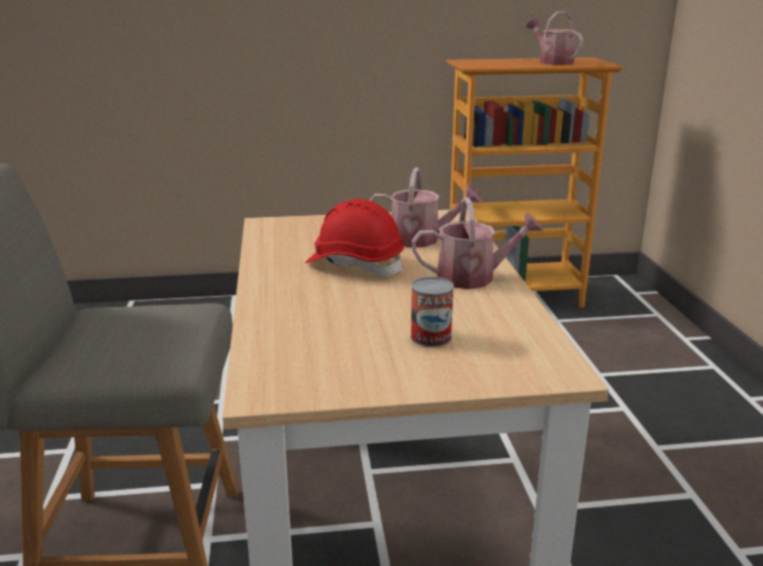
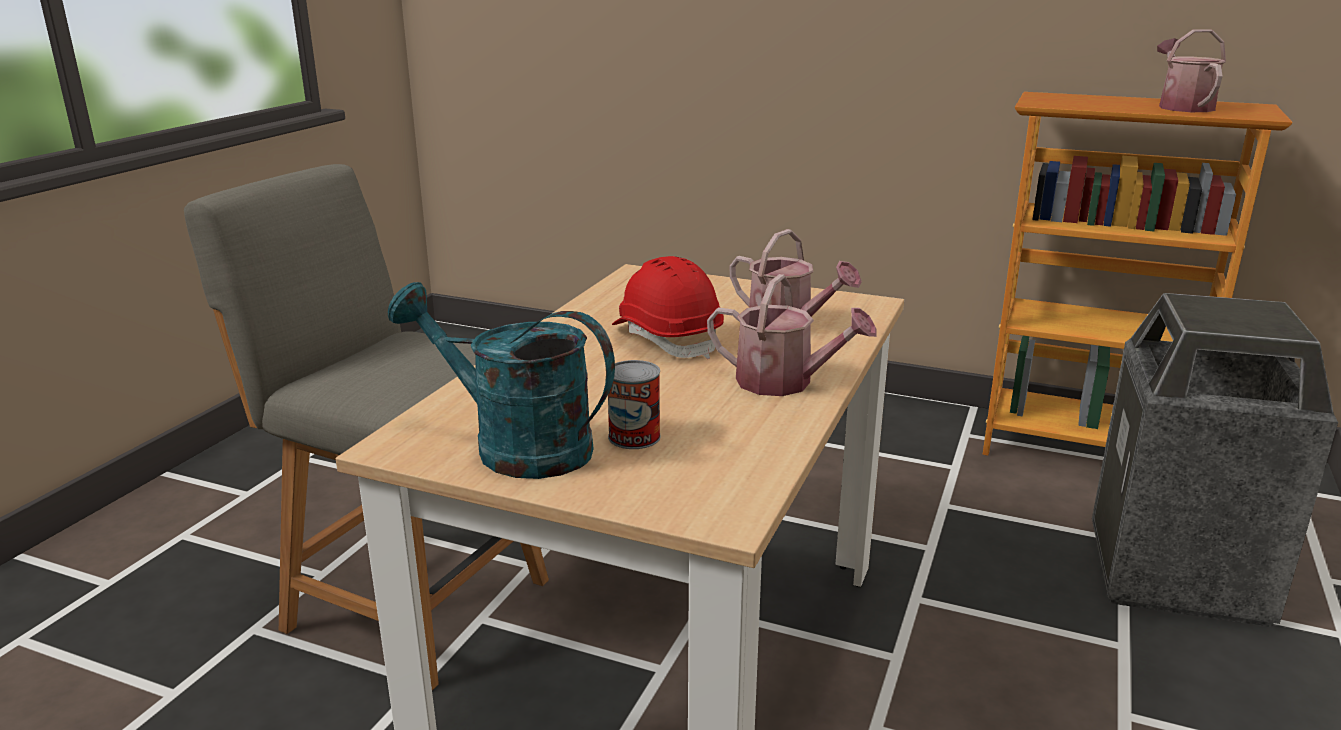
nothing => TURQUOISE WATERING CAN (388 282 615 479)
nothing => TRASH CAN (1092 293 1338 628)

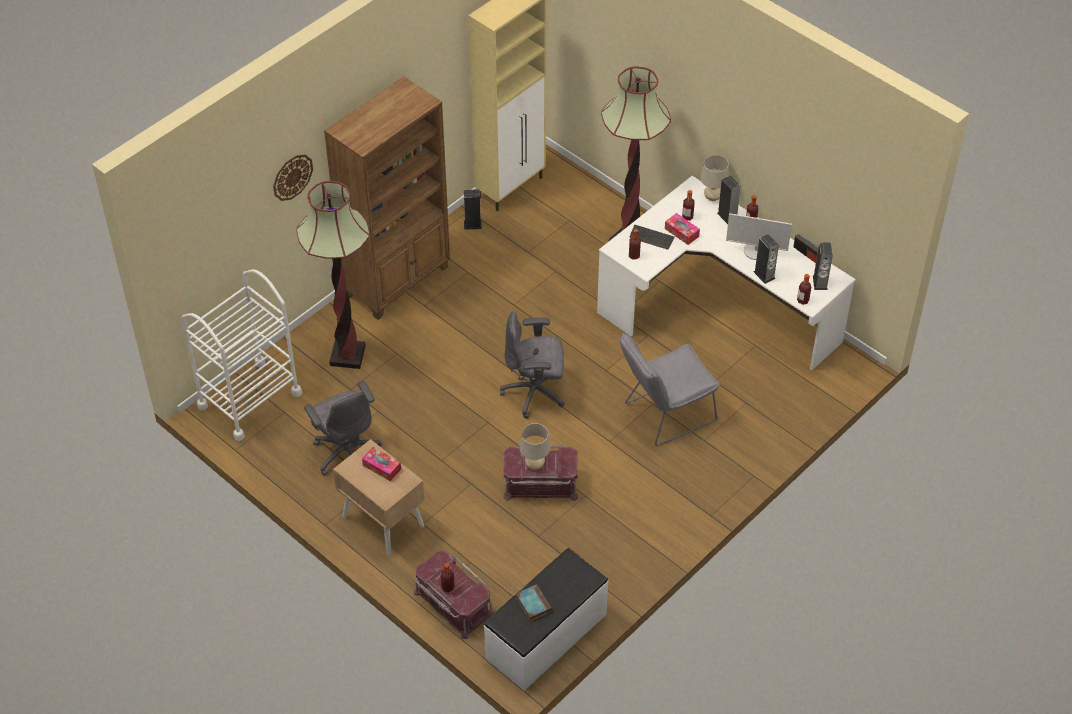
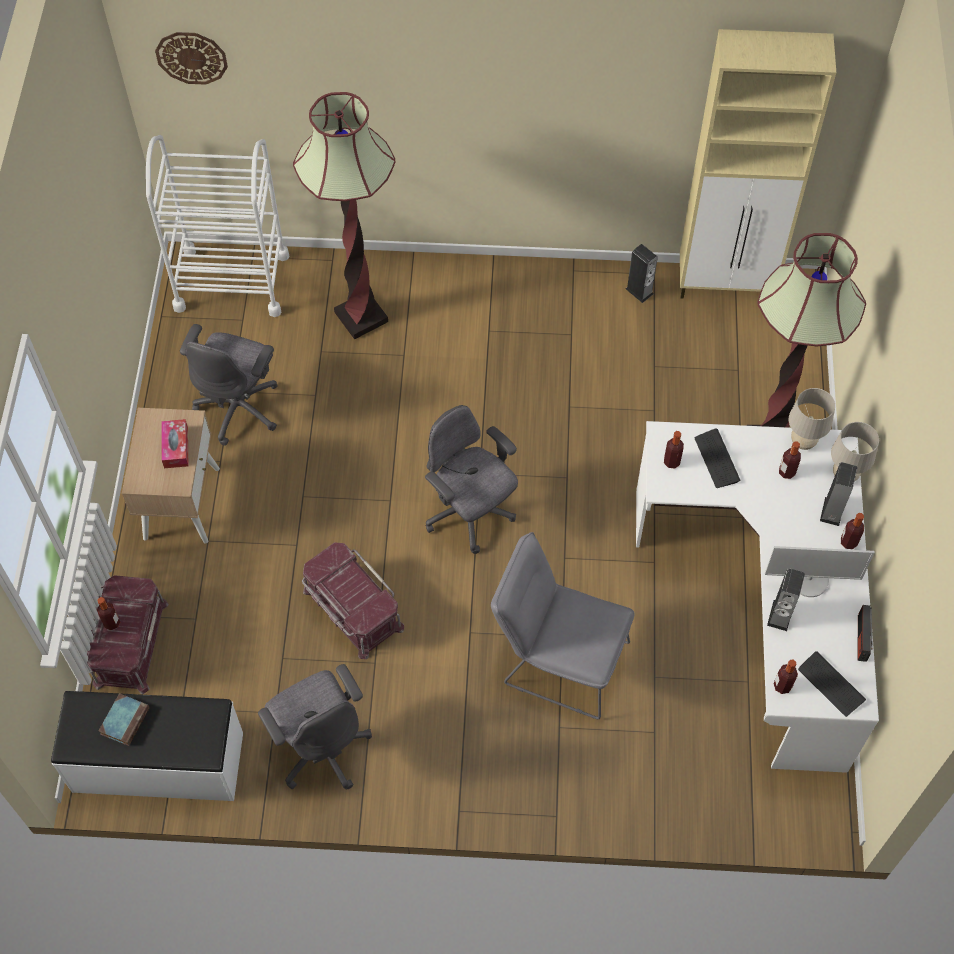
WALL CLOCK (273 155 313 201) => WALL CLOCK (155 32 228 85), move
BROWN BOOKCASE (324 76 450 320) => nothing
BEIGE TABLE LAMP (520 423 550 470) => BEIGE TABLE LAMP (789 388 835 450), move
TISSUE BOX (665 213 700 245) => nothing
MONITOR (726 213 792 260) => MONITOR (765 546 875 597), 60 degrees counterclockwise
SPEAKER (813 242 832 290) => KEYBOARD (798 651 866 717)
nothing => GREY OFFICE CHAIR (258 664 372 790)

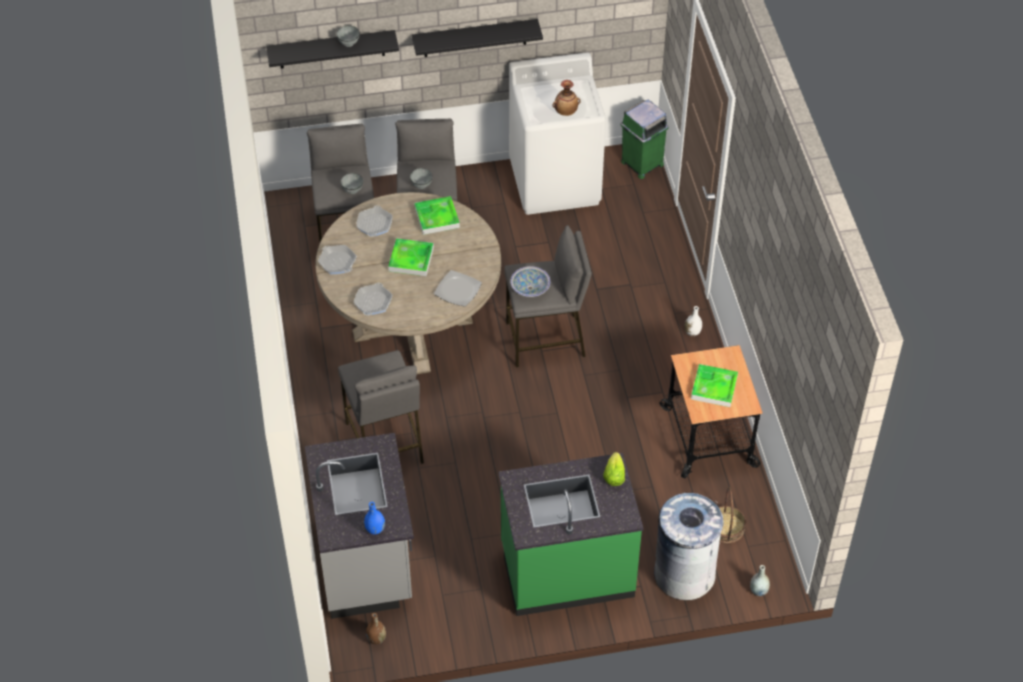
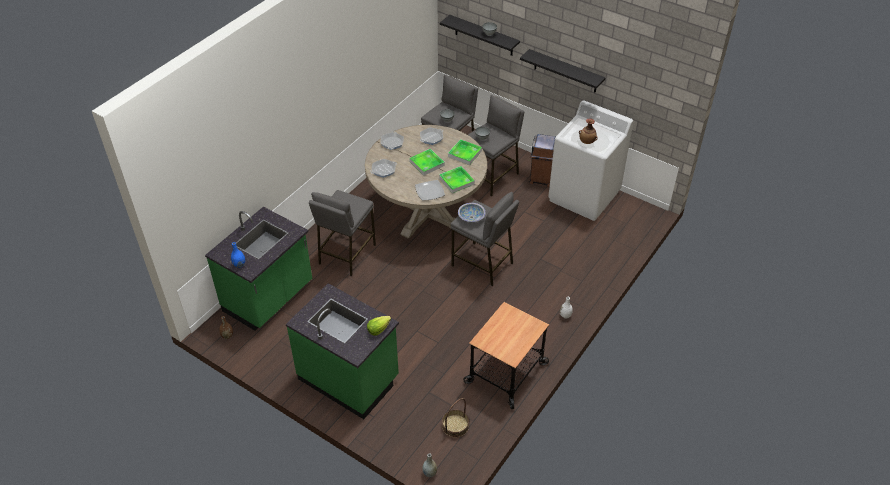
GREY COUNTER (305 433 414 619) => GREEN COUNTER (205 207 312 331)
GREEN TRASH CAN (620 100 669 179) => nothing
GREY TRASH CAN (654 493 723 600) => nothing
TRAY (691 364 738 407) => TRAY (439 166 475 193), move
nothing => BROWN TRASH CAN (530 134 555 187)

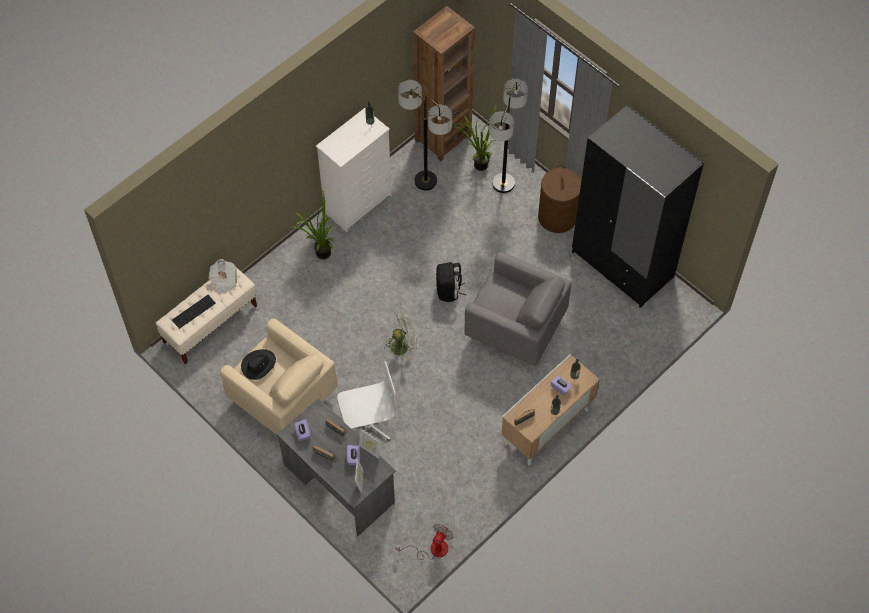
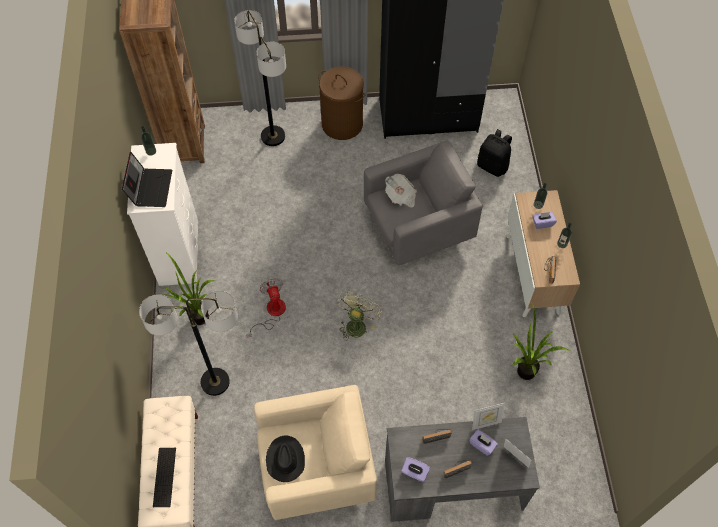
NEWSPAPER (209 259 237 295) => NEWSPAPER (385 174 417 208), move
WHITE OFFICE CHAIR (337 361 398 441) => nothing
FAN (395 524 453 560) => FAN (246 278 286 338), move
FLOOR LAMP (398 80 452 190) => FLOOR LAMP (139 291 238 396), move
BLACK BACKPACK (436 262 466 302) => BLACK BACKPACK (477 129 512 177), move
POTTED PLANT (456 105 496 171) => POTTED PLANT (512 302 570 380), move
nothing => LAPTOP (122 152 172 207)

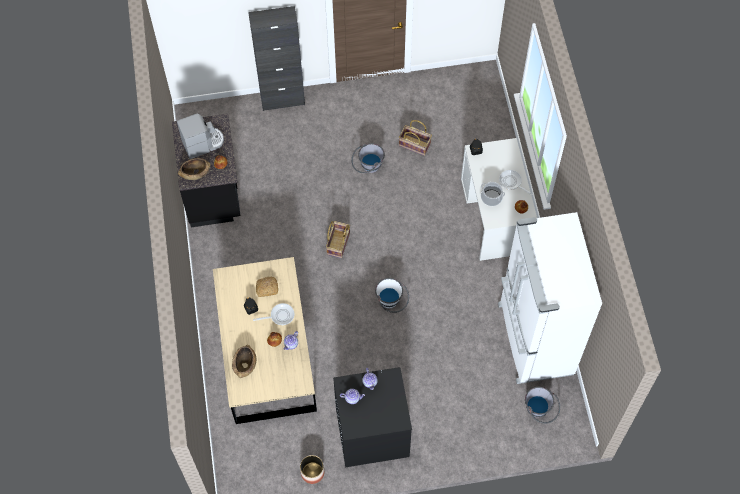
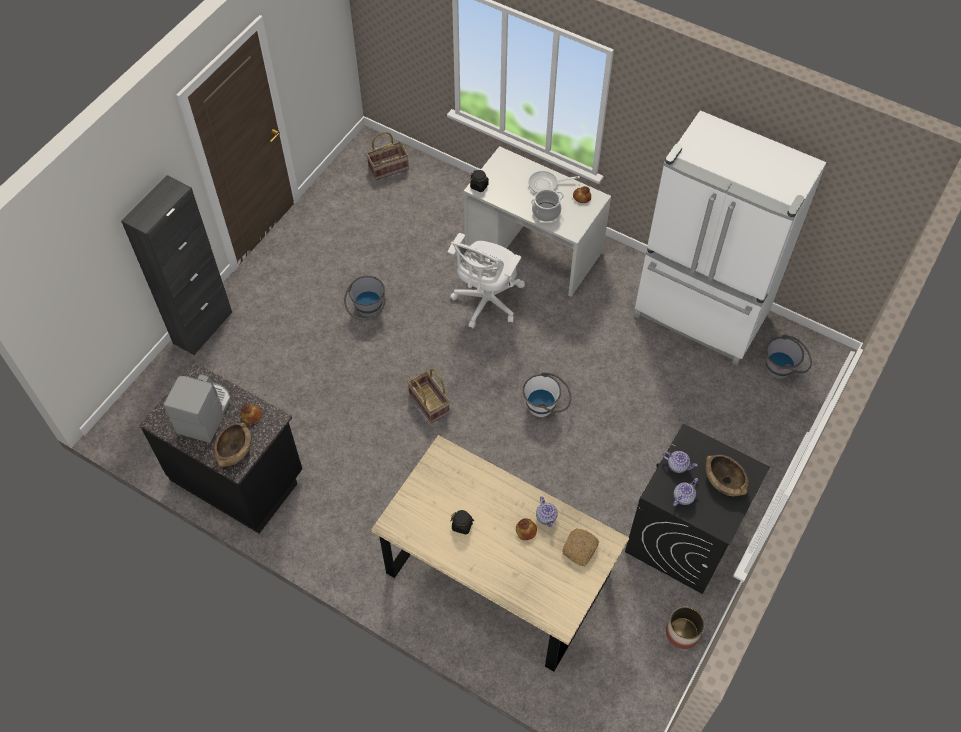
BROWN BOWL (232 345 256 378) => BROWN BOWL (706 455 749 496), move
FRYING PAN (253 303 294 325) => nothing
BREAD (256 276 278 297) => BREAD (562 528 599 566), move
BASKET (399 120 432 156) => BASKET (366 132 409 181), move
nothing => WHITE OFFICE CHAIR (448 233 525 328)

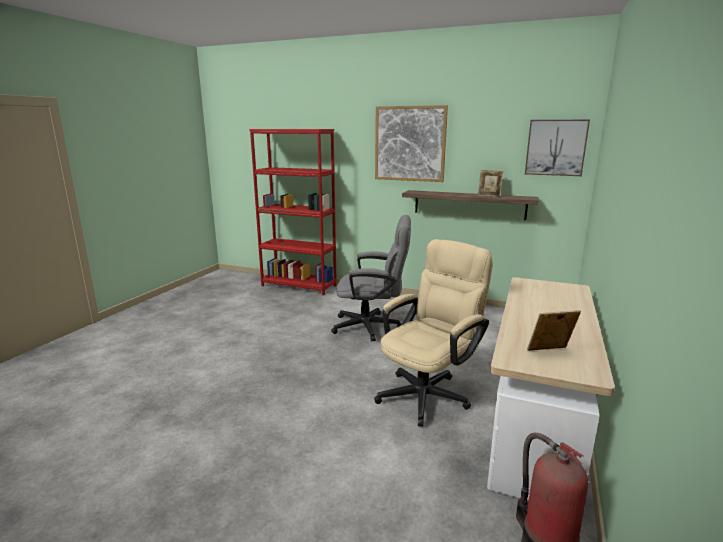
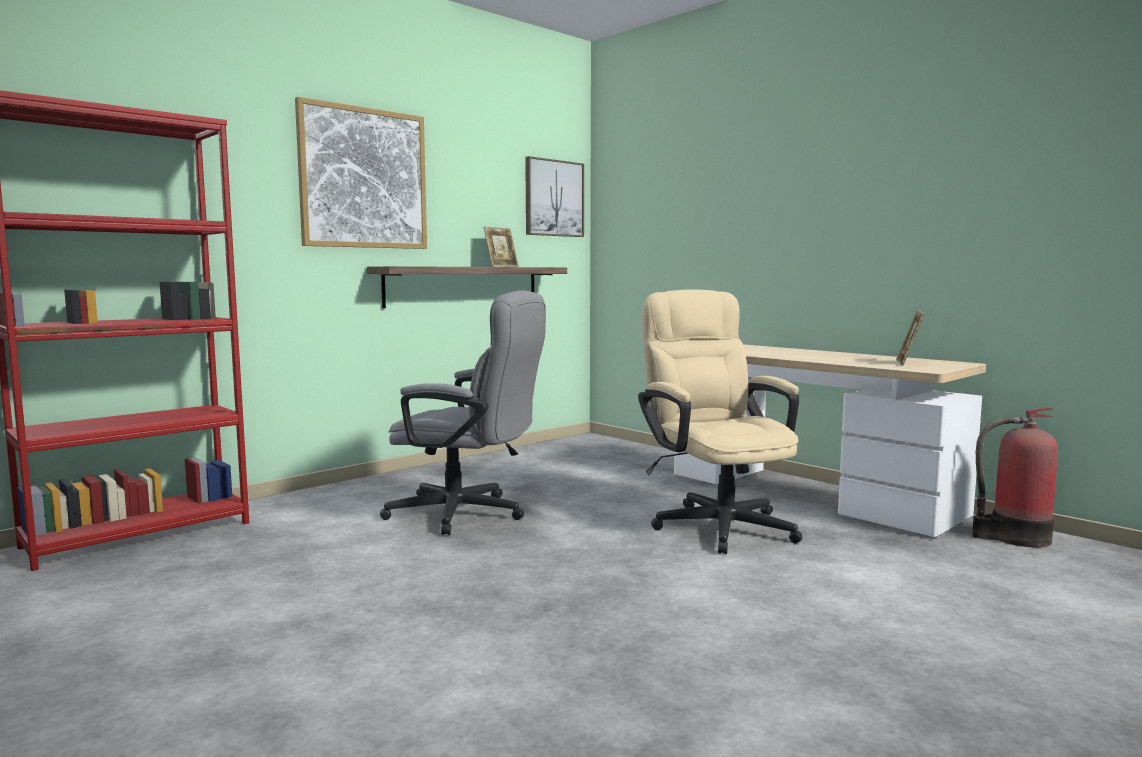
GREY OFFICE CHAIR (331 215 411 341) => GREY OFFICE CHAIR (380 290 546 535), 75 degrees clockwise

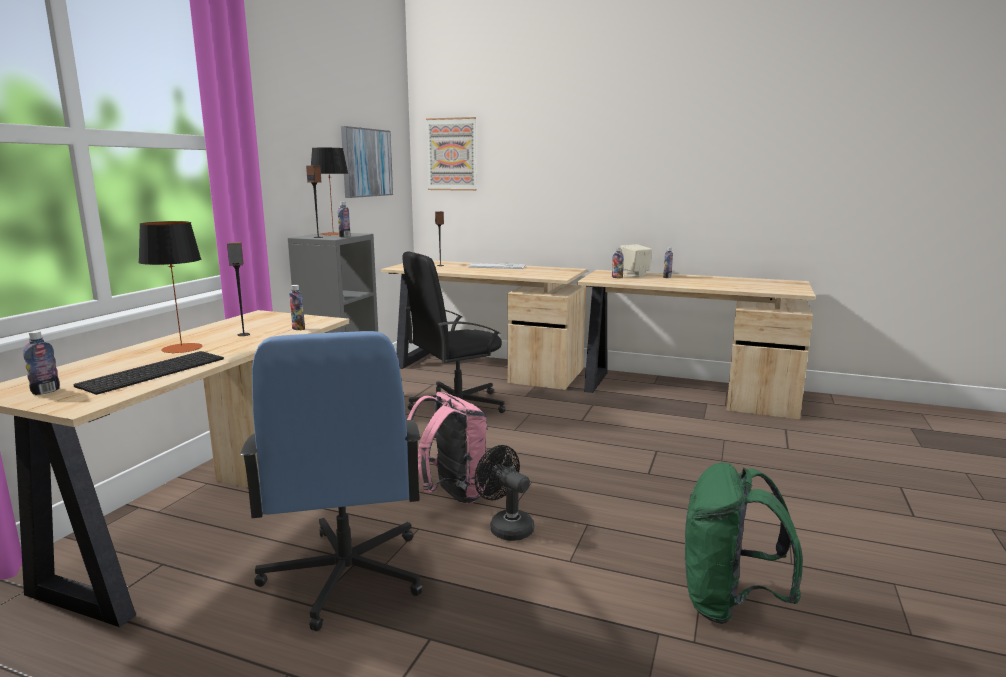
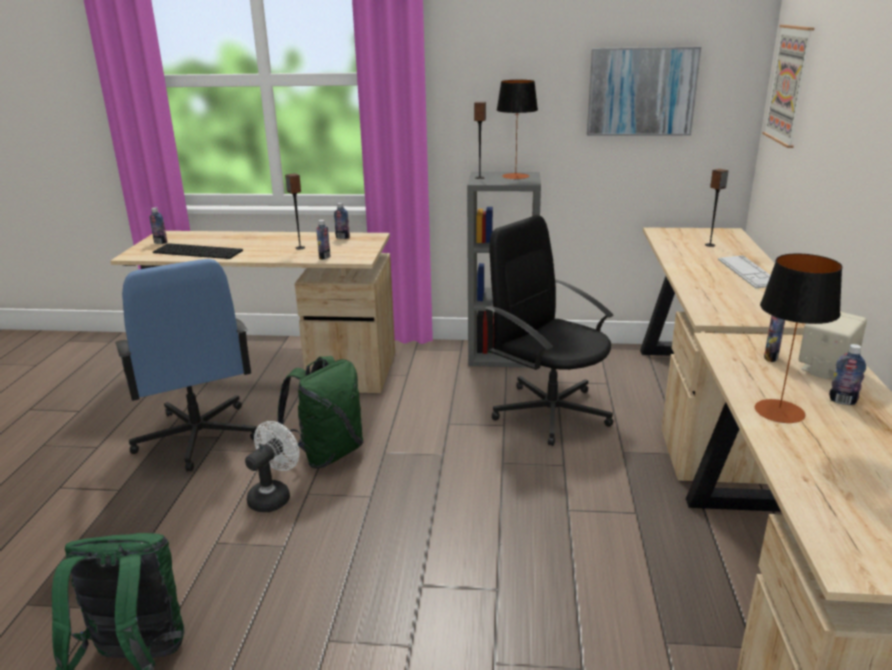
TABLE LAMP (138 221 202 354) => TABLE LAMP (755 254 842 423), move
BLUE OFFICE CHAIR (240 331 423 631) => BLUE OFFICE CHAIR (115 259 259 471), 90 degrees counterclockwise
BOTTLE (338 202 351 237) => BOTTLE (334 203 350 239), move
PINK BACKPACK (407 392 487 504) => GREEN BACKPACK (278 356 363 469)
BLACK FAN (474 445 534 541) => WHITE FAN (245 421 300 512)

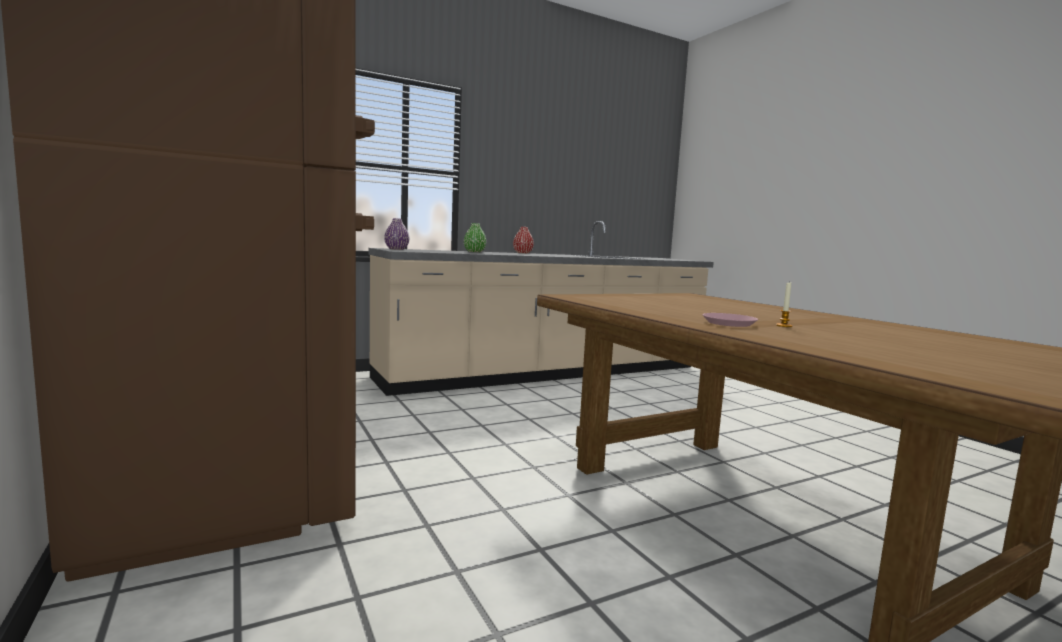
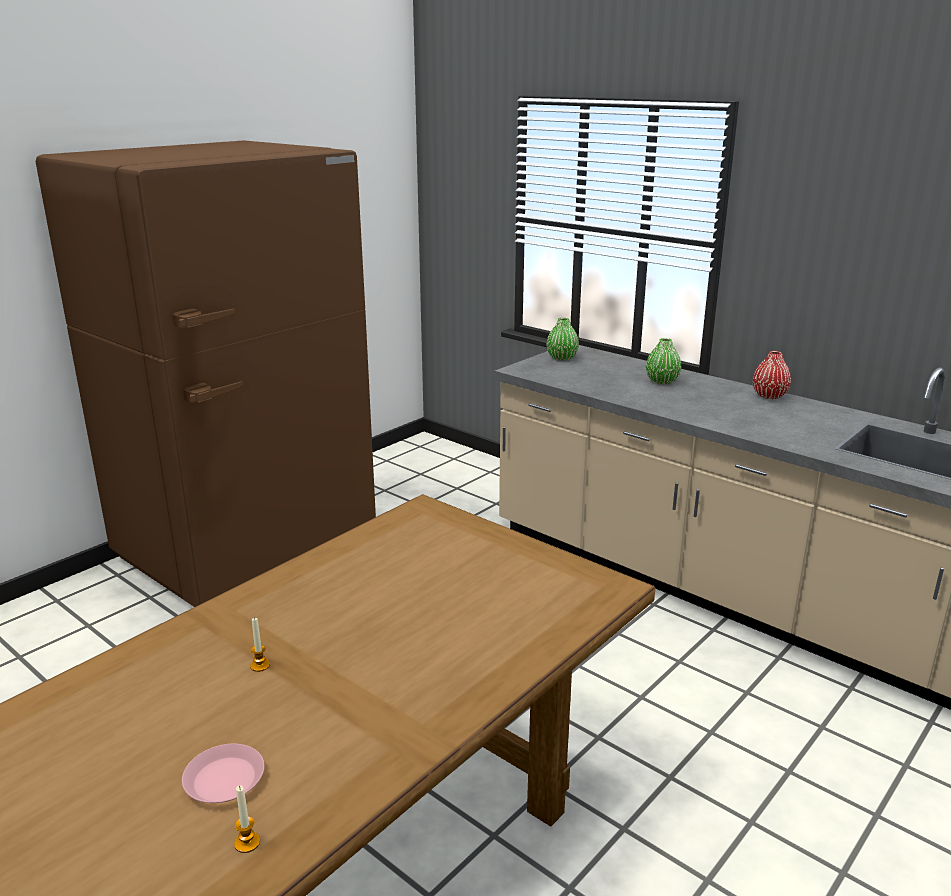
PURPLE VASE (384 218 410 250) => GREEN VASE (547 318 579 360)
PINK PLATE (703 313 758 327) => PINK PLATE (182 744 265 803), move
nothing => CANDLE (234 785 260 853)

